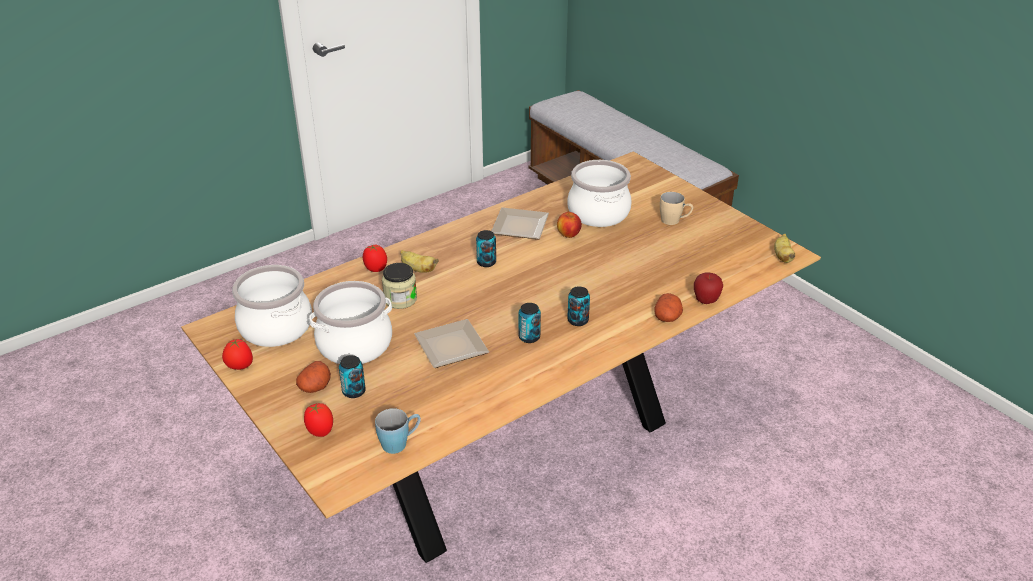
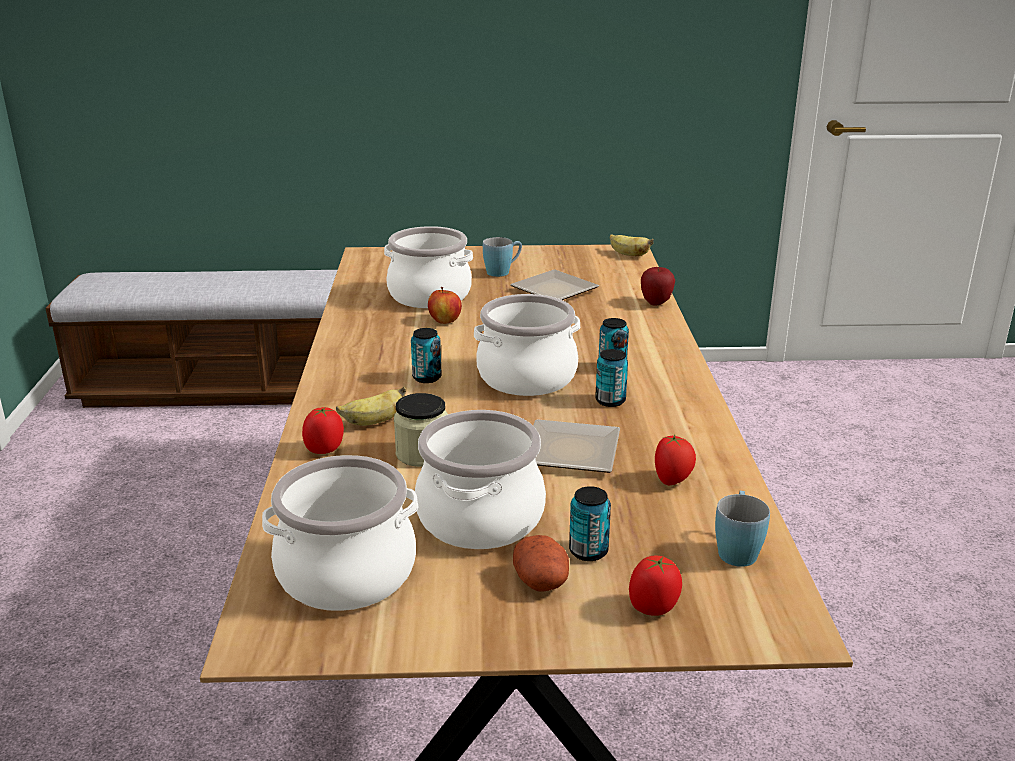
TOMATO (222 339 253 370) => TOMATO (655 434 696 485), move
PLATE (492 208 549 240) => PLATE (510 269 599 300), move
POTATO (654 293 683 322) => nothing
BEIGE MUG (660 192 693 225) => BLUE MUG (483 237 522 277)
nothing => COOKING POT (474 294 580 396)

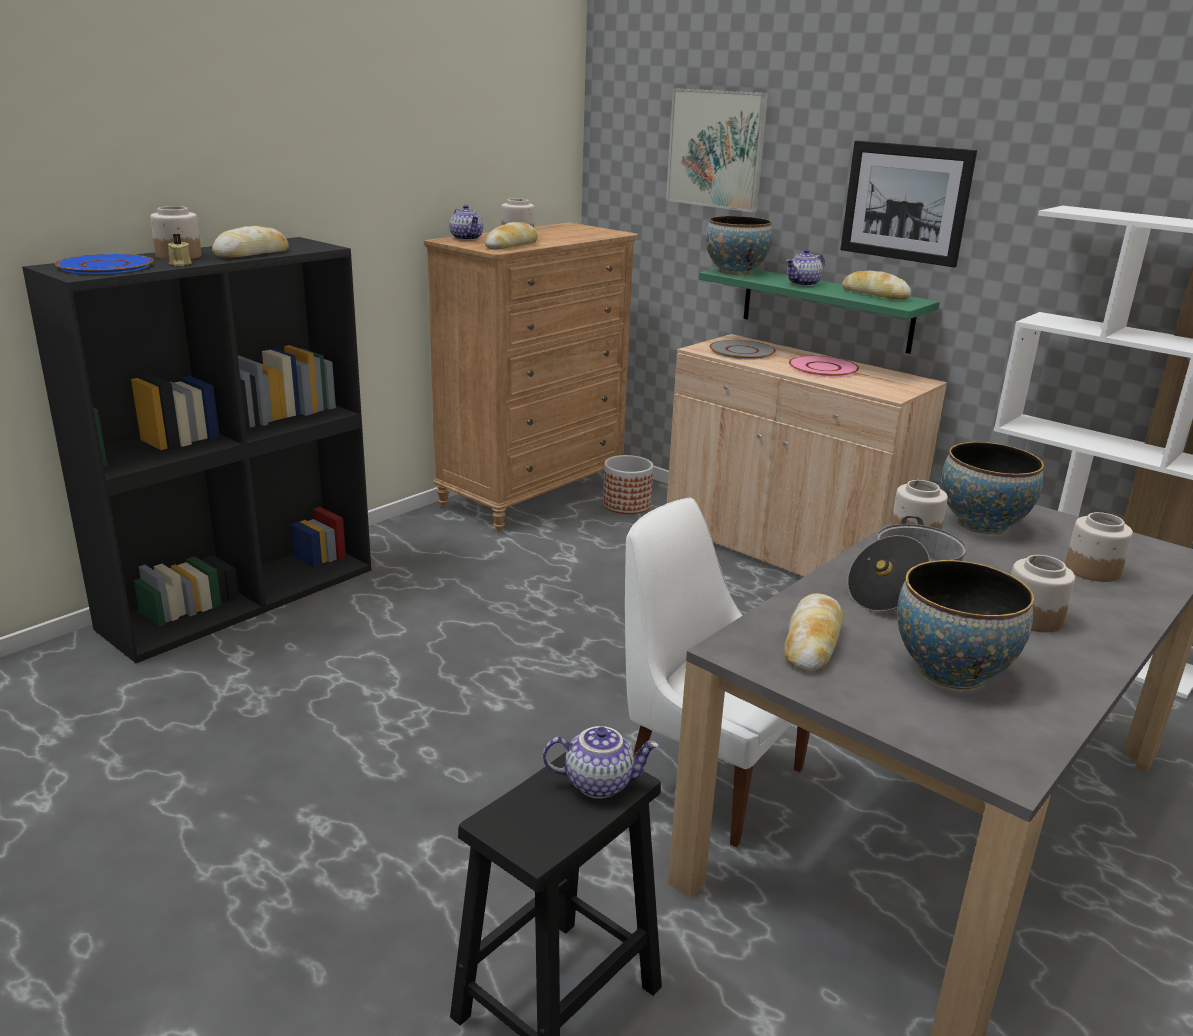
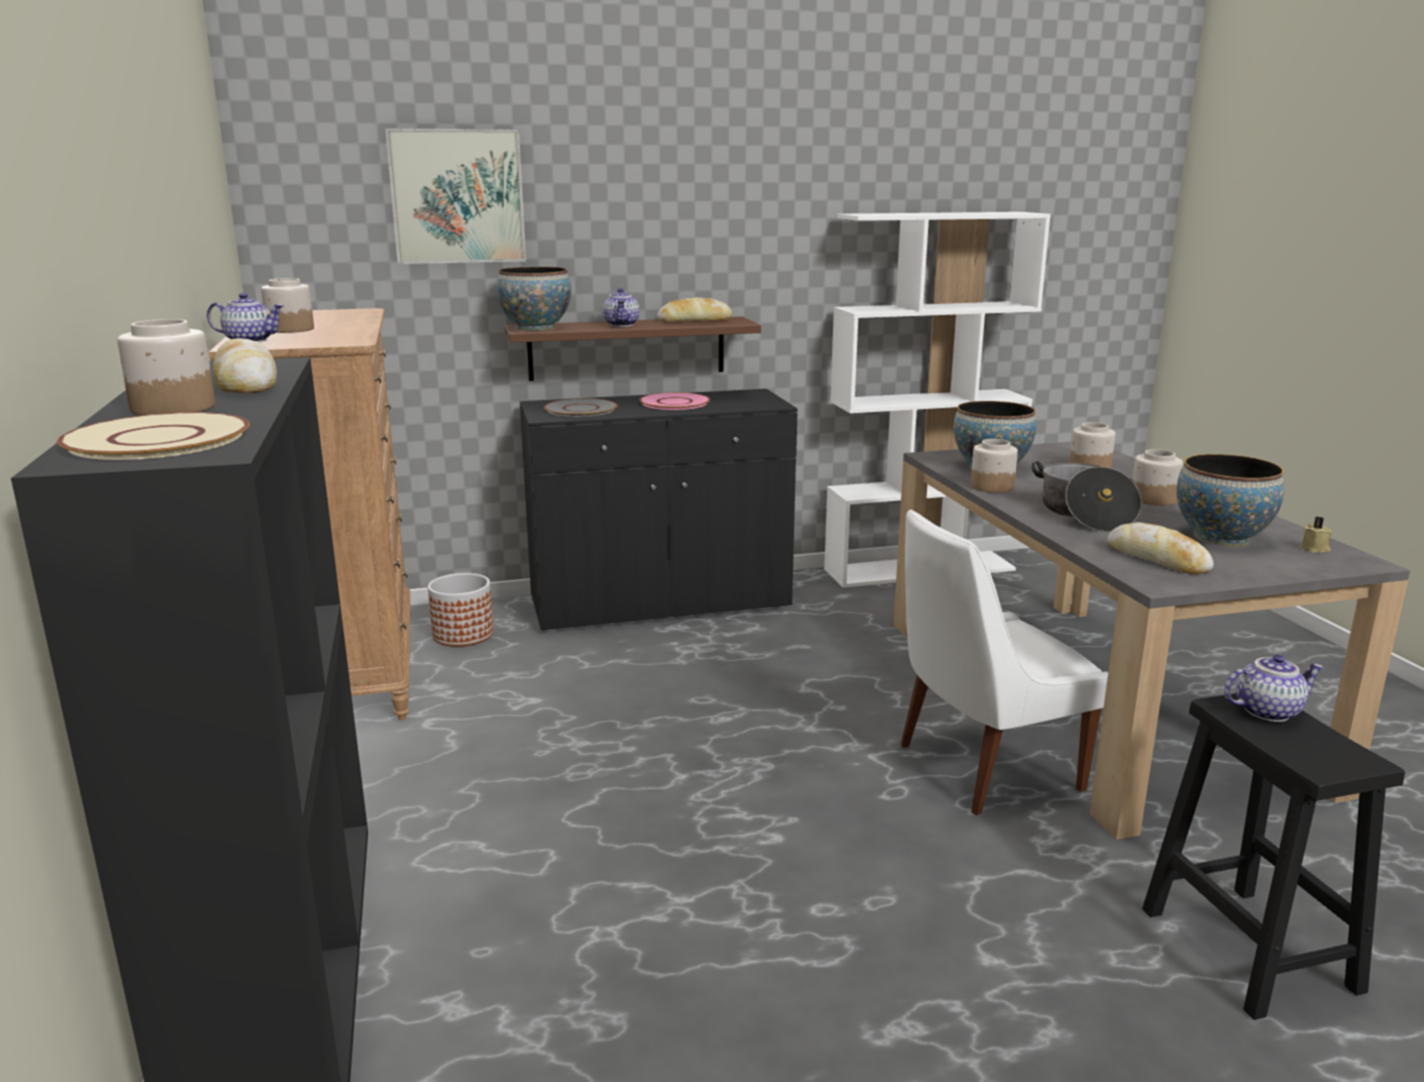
BLUE PLATE (55 254 153 274) => BEIGE PLATE (57 412 250 460)
BEIGE CANDLE (168 234 192 266) => BEIGE CANDLE (1300 516 1332 553), move
BREAD (485 222 538 250) => nothing
TEAPOT (543 726 659 798) => TEAPOT (1224 654 1323 722), 45 degrees clockwise
BEIGE CABINET (667 334 947 577) => BLACK CABINET (520 389 797 633)
GREEN SHELF (699 268 940 354) => BROWN SHELF (504 317 761 381)
PICTURE (840 141 977 267) => nothing

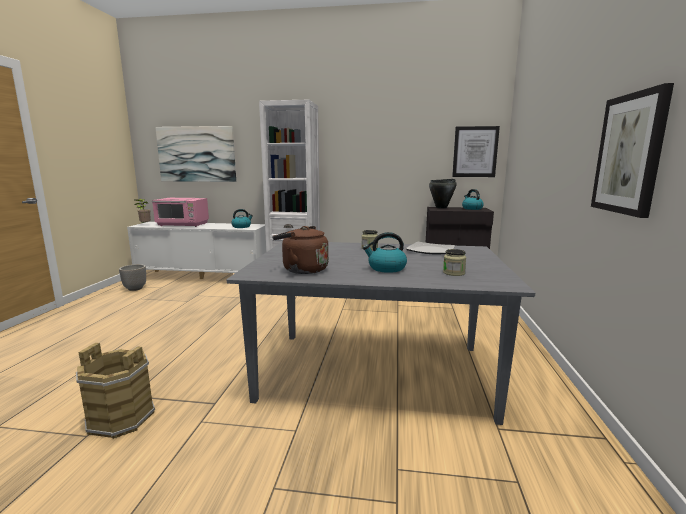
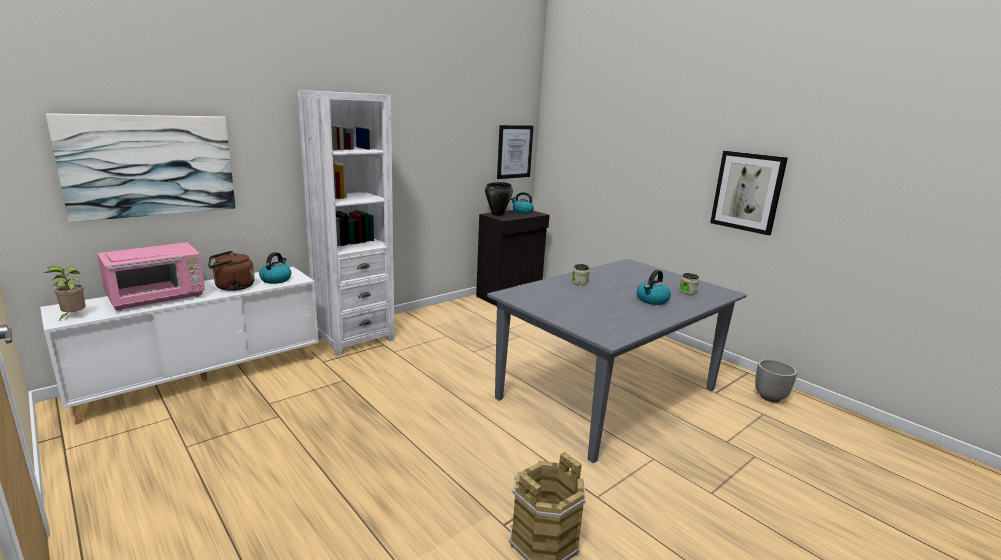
PLANTER (119 264 146 291) => PLANTER (755 359 797 402), move
BROWN KETTLE (272 226 329 274) => BROWN KETTLE (208 251 255 291), move
PLATE (405 242 455 254) => nothing

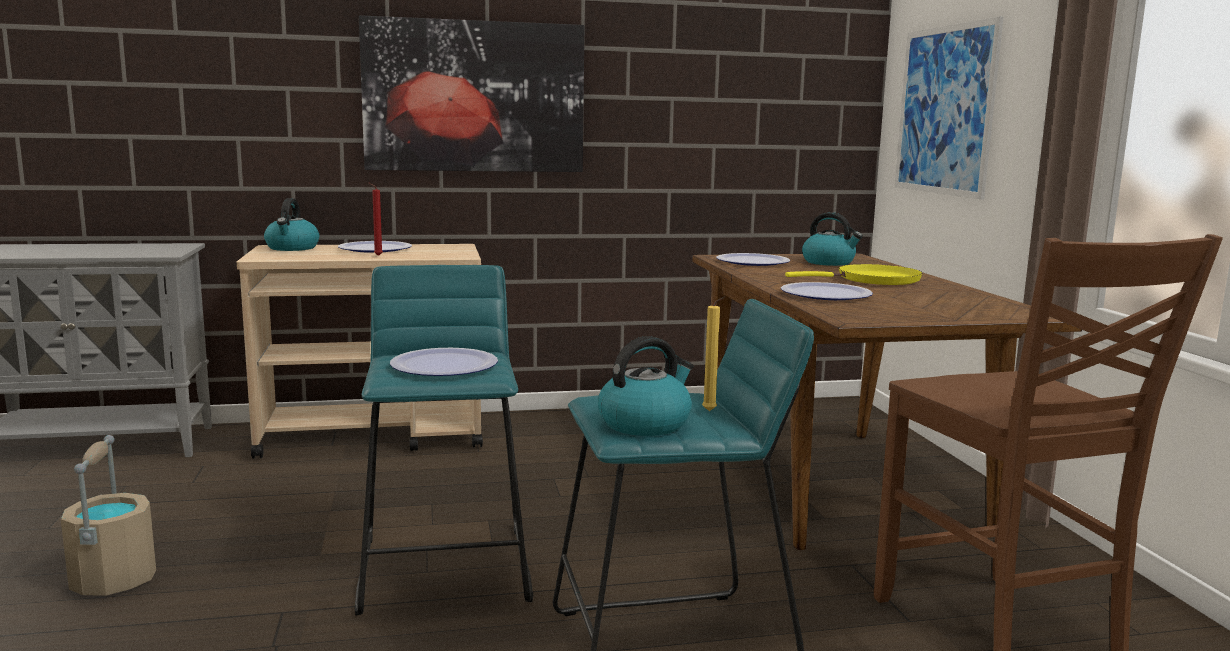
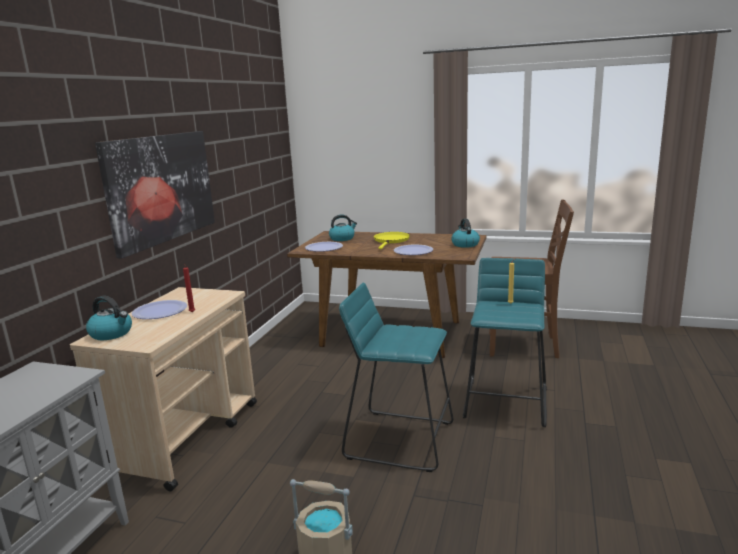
PLATE (390 348 498 376) => nothing
KETTLE (598 336 693 436) => KETTLE (451 218 480 248), move
PICTURE (894 16 1004 200) => nothing

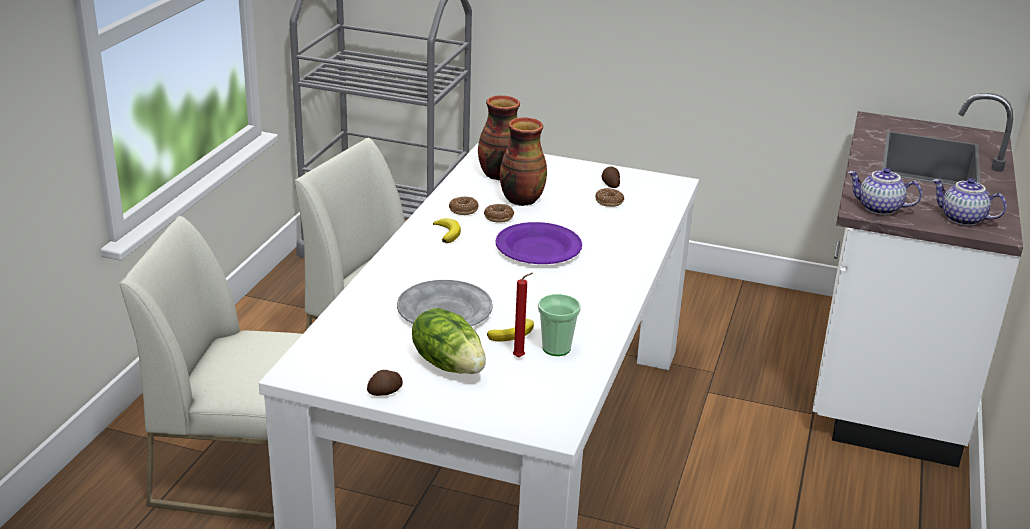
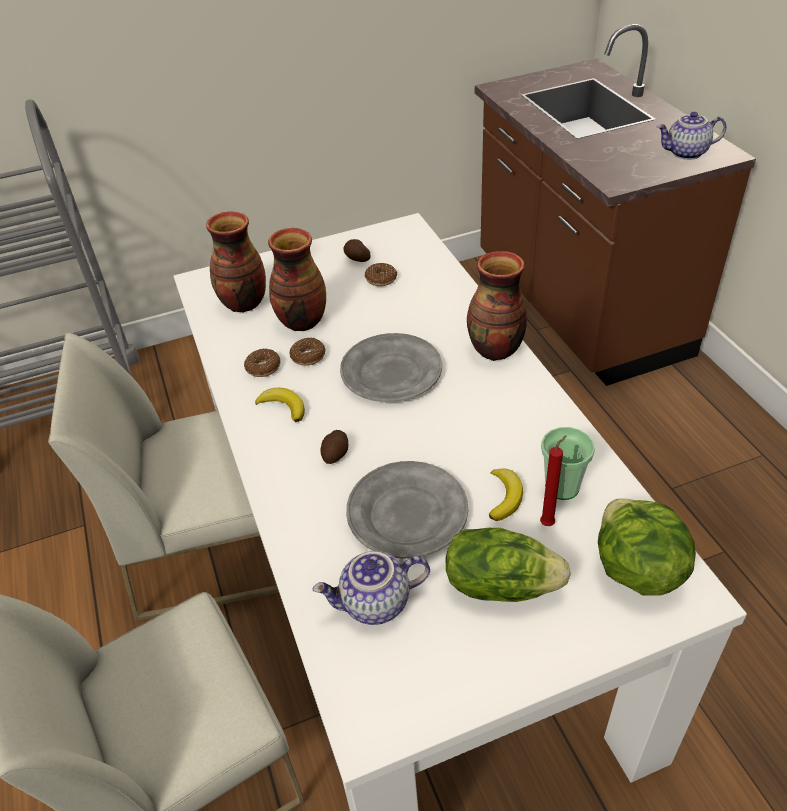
POTATO (367 370 403 396) => POTATO (320 430 348 464), move
PURPLE PLATE (495 222 582 264) => GREY PLATE (340 333 442 402)
WHITE COUNTER (812 93 1023 468) => BROWN COUNTER (475 24 756 386)
TEAPOT (848 168 922 215) => TEAPOT (313 551 430 625), move
nothing => VASE (467 251 527 361)
nothing => LETTUCE (598 498 696 596)

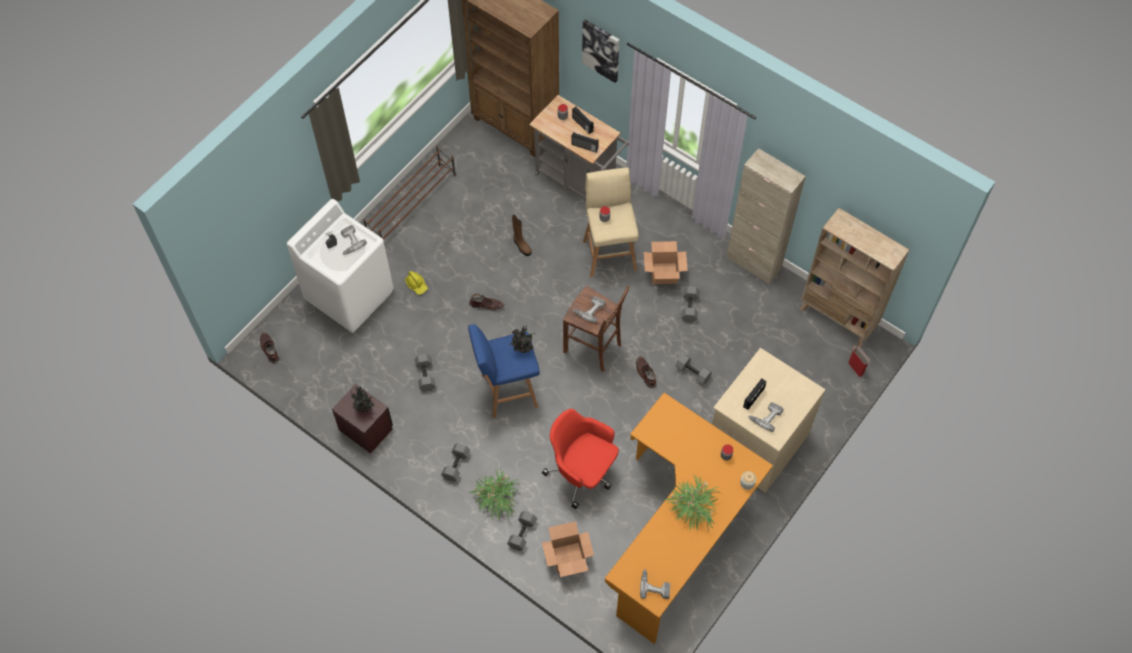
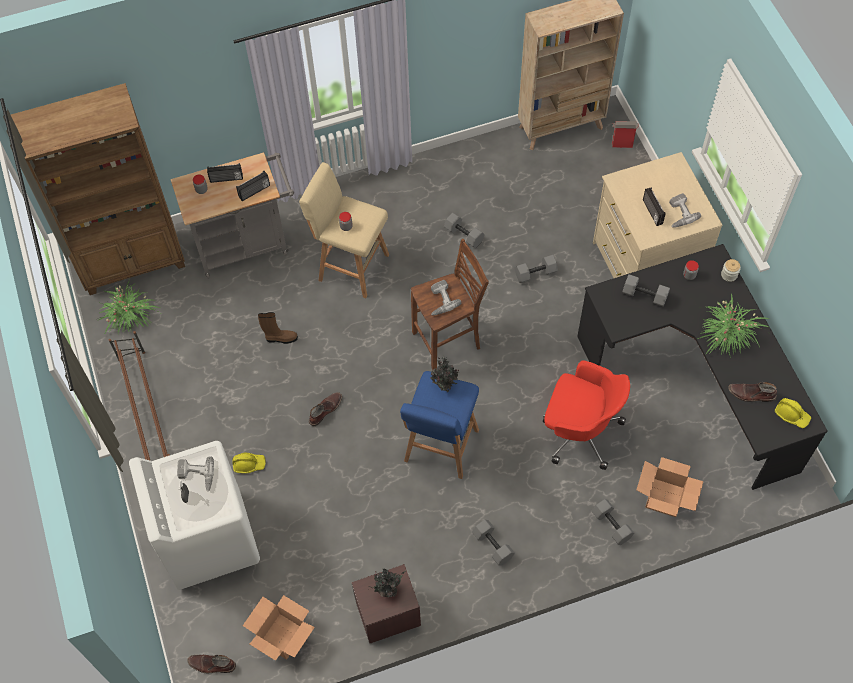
GREY DUMBBELL (415 354 436 391) => GREY DUMBBELL (622 274 670 307), move
POTTED PLANT (469 468 521 521) => POTTED PLANT (96 280 160 335), move
RED OFFICE CHAIR (542 409 619 509) => RED OFFICE CHAIR (543 361 630 470), 135 degrees counterclockwise
PICTURE (582 19 620 83) => nothing
ORANGE DESK (605 393 773 644) => BLACK DESK (577 244 828 490)
BROWN BOOT (636 356 656 388) => BROWN BOOT (728 382 777 402), move
POWER DRILL (640 569 670 599) => YELLOW HARD HAT (775 398 811 428)
CARDBOARD BOX (644 241 688 284) => CARDBOARD BOX (243 595 315 661), move
BEIGE CABINET (726 148 806 284) => nothing

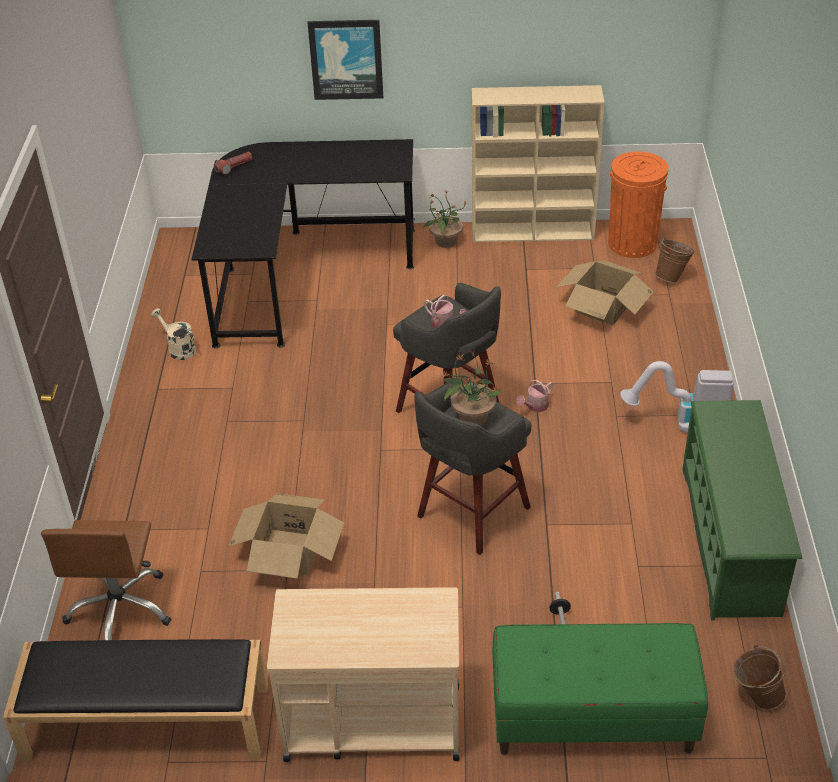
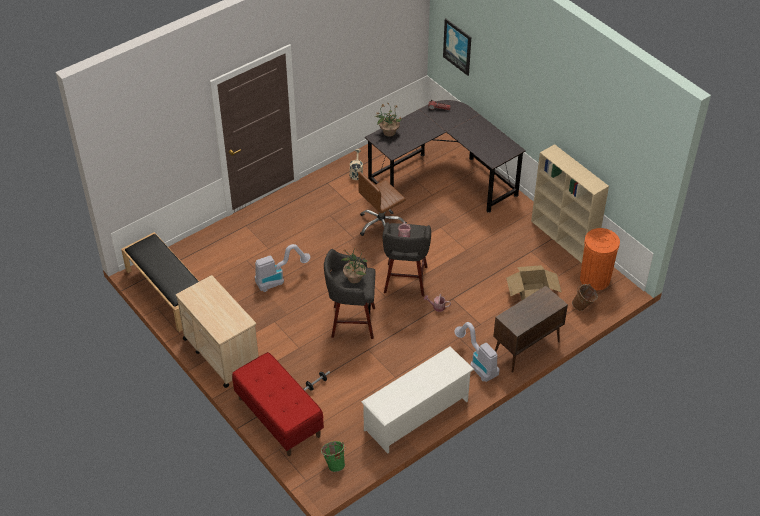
BROWN OFFICE CHAIR (41 520 171 640) => BROWN OFFICE CHAIR (358 171 407 236), move
CARDBOARD BOX (228 493 344 579) => VACUUM CLEANER (255 244 310 292)
PICTURE (307 20 383 100) => PICTURE (443 18 471 76), move
POTTED PLANT (423 190 467 248) => POTTED PLANT (375 102 402 137), move
GREEN BENCH (493 623 708 755) => RED BENCH (232 352 324 456)
GREEN SHOE RACK (682 400 802 620) => WHITE SHOE RACK (361 346 474 453)
BROWN BUCKET (733 645 786 710) => GREEN BUCKET (321 441 345 472)
nothing => BROWN CABINET (493 286 568 373)

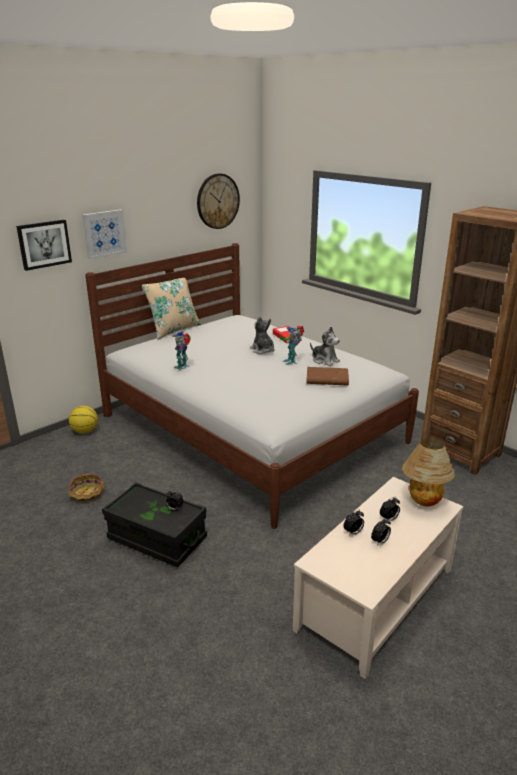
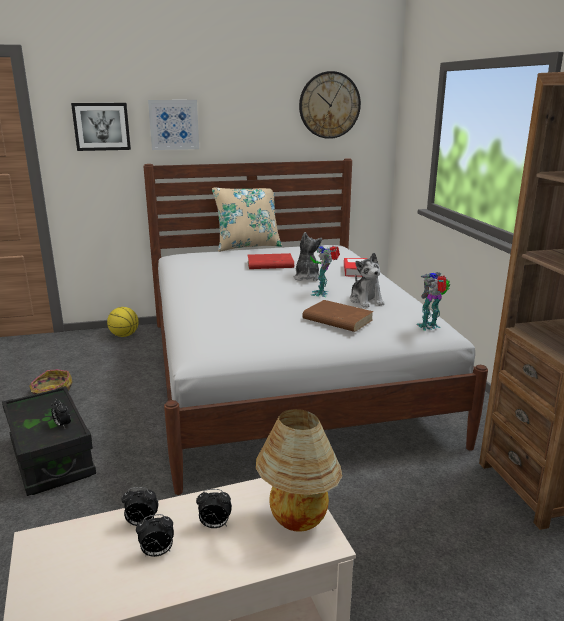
TOY ROBOT (172 331 191 371) => TOY ROBOT (416 272 450 331), move
nothing => RED BOOK (248 253 294 269)

